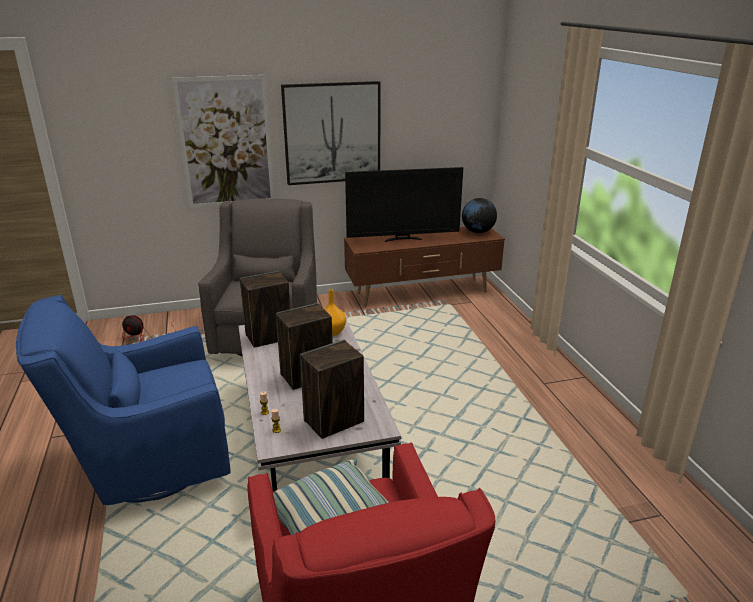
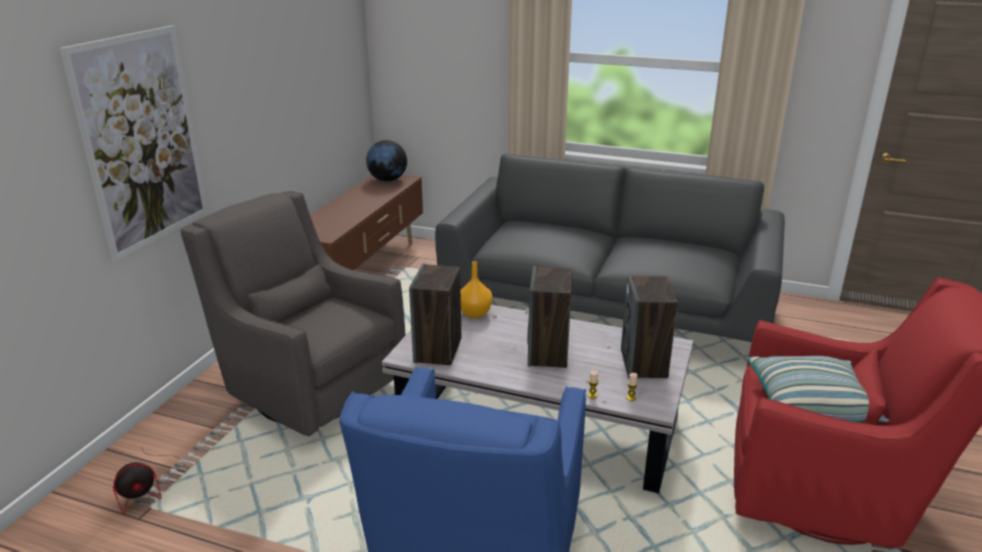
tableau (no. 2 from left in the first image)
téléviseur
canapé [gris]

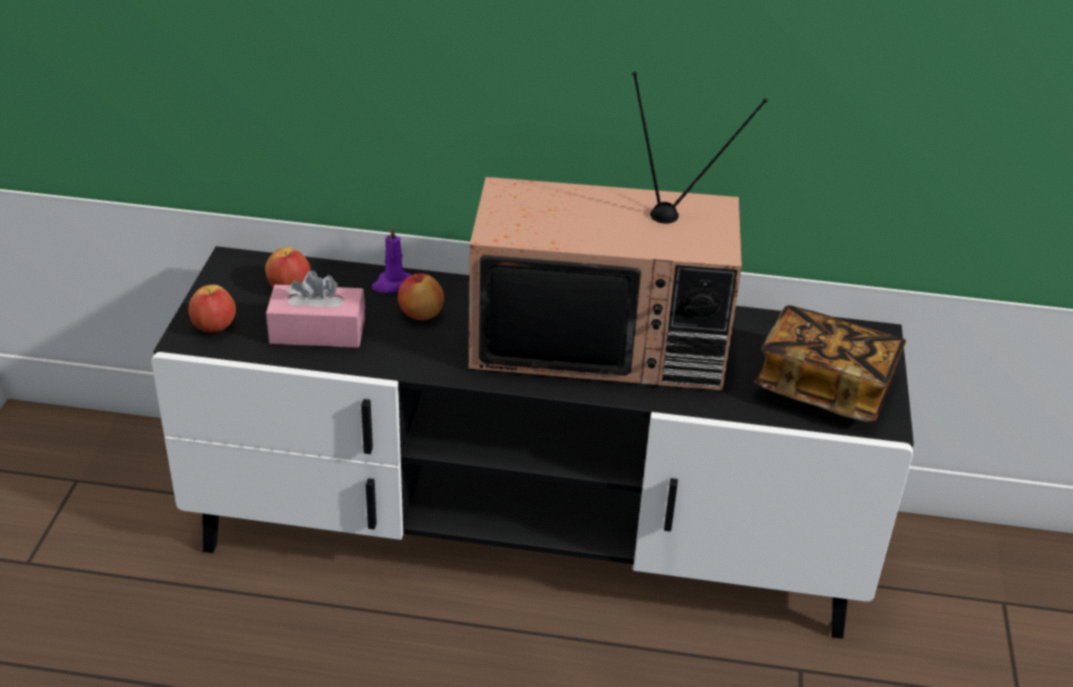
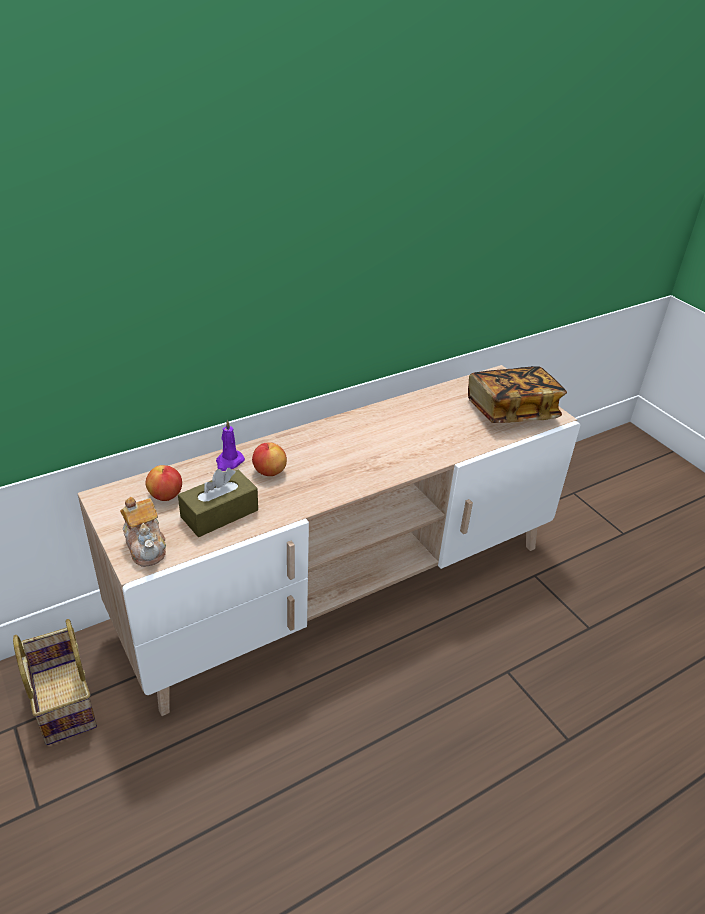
meuble télé [beige]
théière
boîte à mouchoirs [marron]
téléviseur
panier

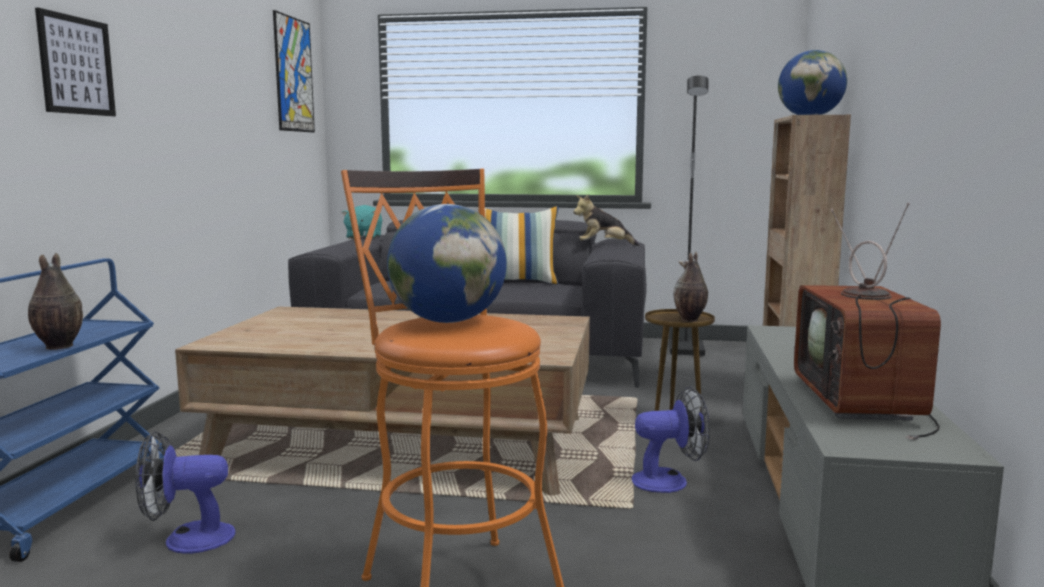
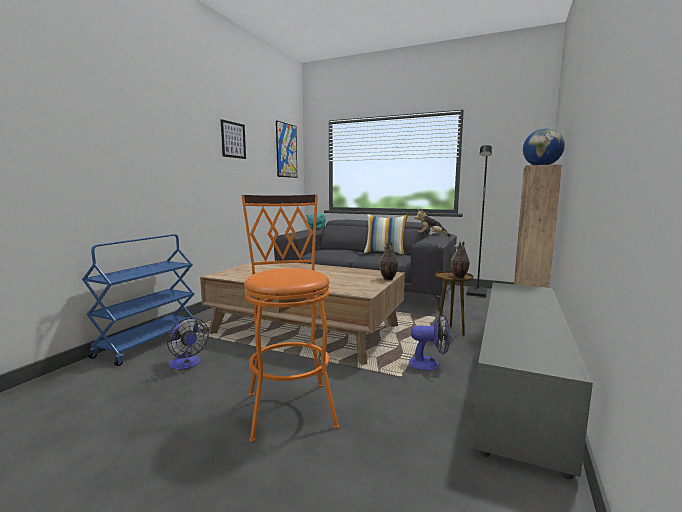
vase (no. 1 from left)
tableau (no. 1 from left)
ventilateur (no. 1 from left)
globe (no. 1 from left in the first image)
téléviseur

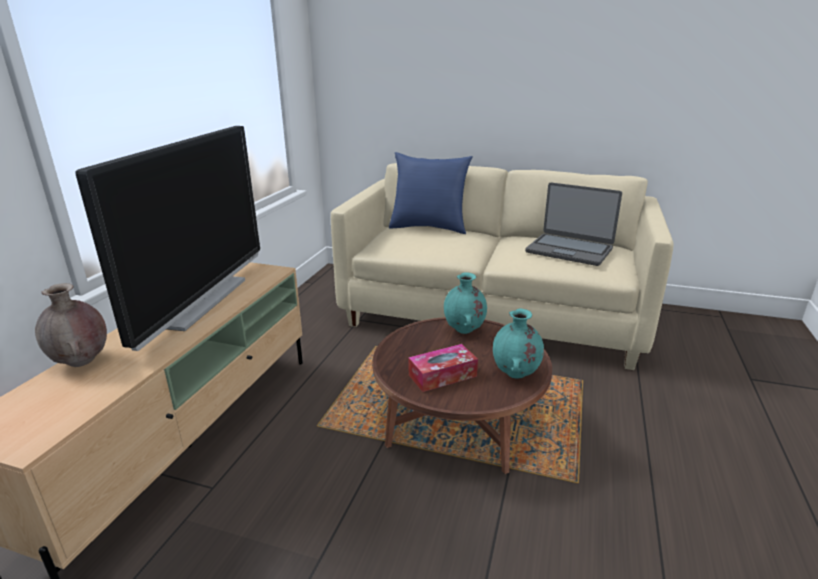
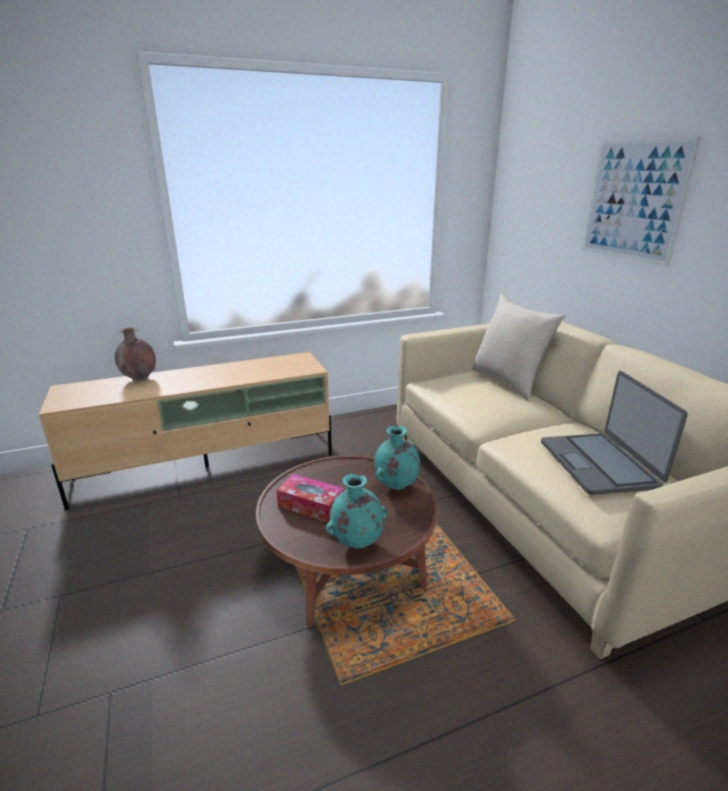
téléviseur
coussin [beige]
tableau

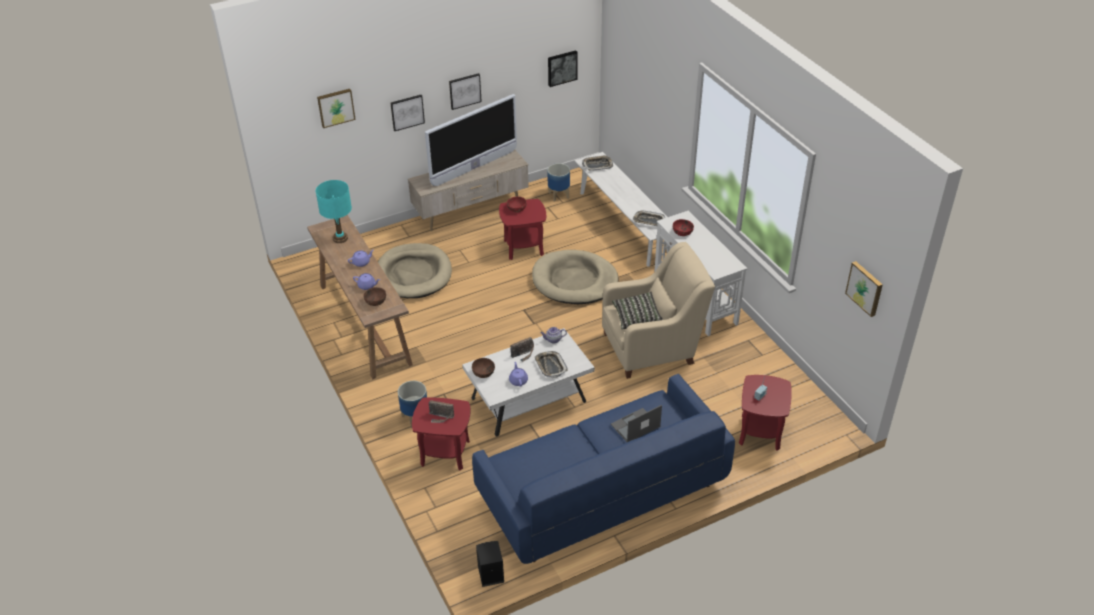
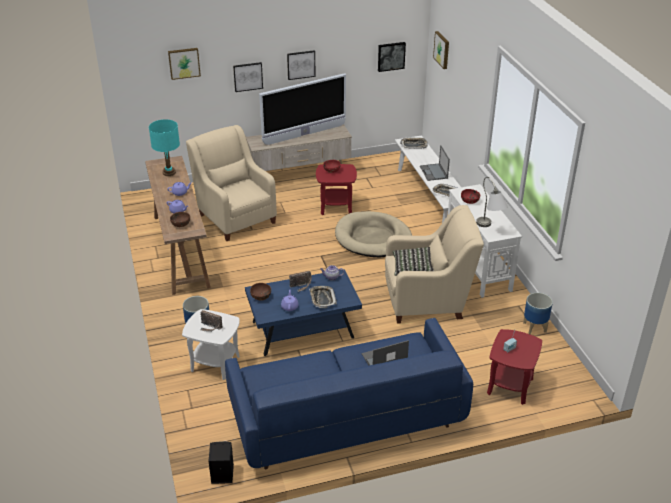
fauteuil [beige] (no. 1 from left)
table d'appoint [blanc]
table basse [bleu]
cache-pot (no. 2 from left)
tableau (no. 5 from left)
ordinateur portable (no. 2 from left)
lampe de table [gris]

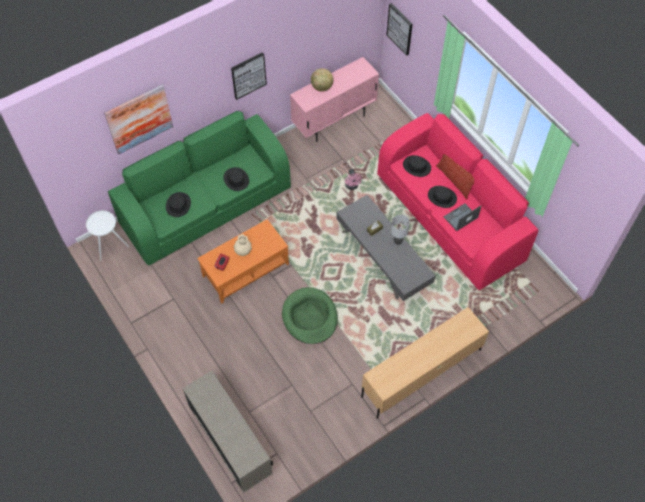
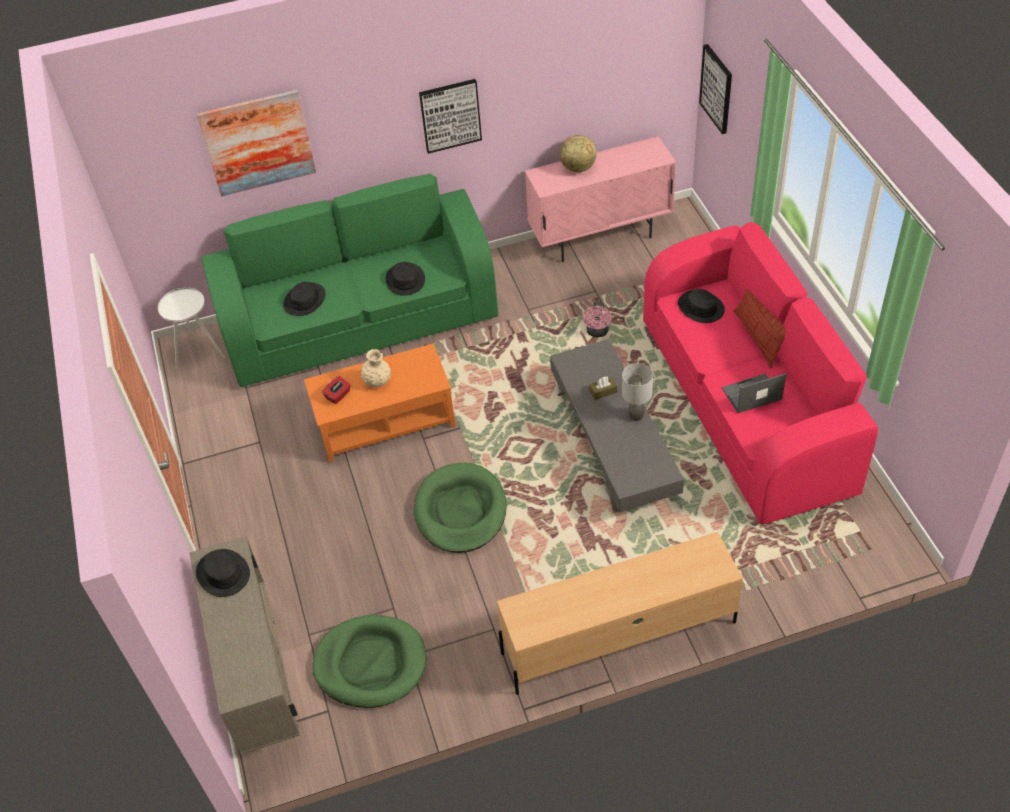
chapeau [noir] (no. 1 from left)
panier pour chien [vert] (no. 1 from left)

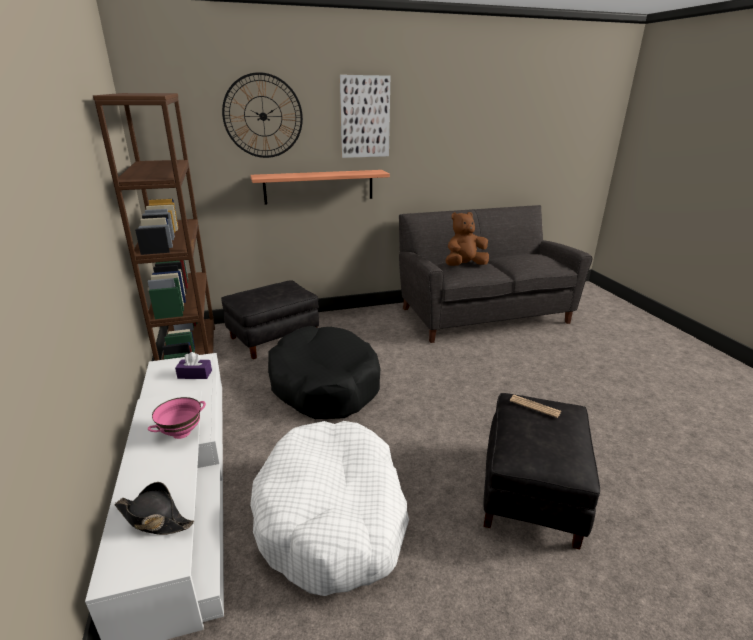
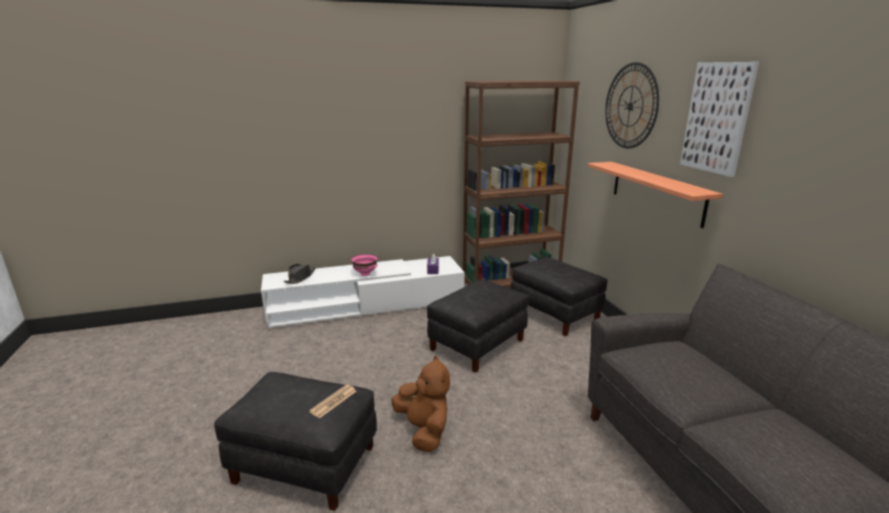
panier pour chien [blanc]
pouf [noir] (no. 2 from left)
peluche [marron]

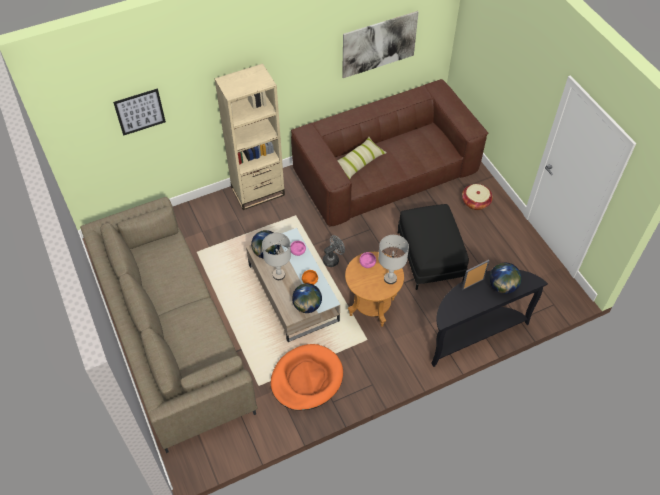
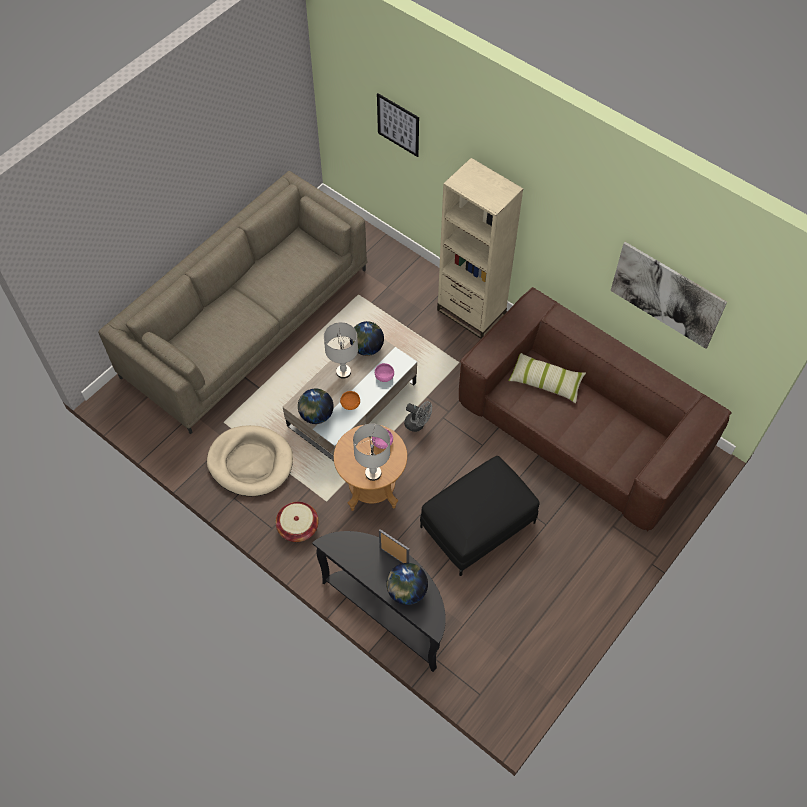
panier pour chien [beige]
panier

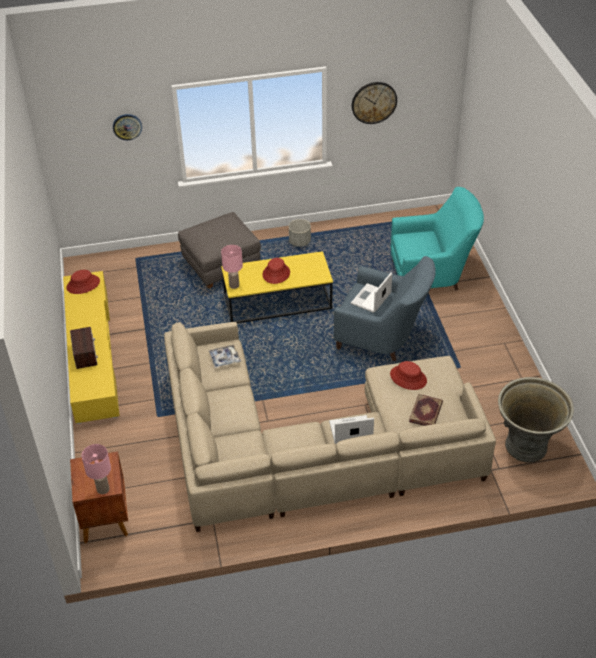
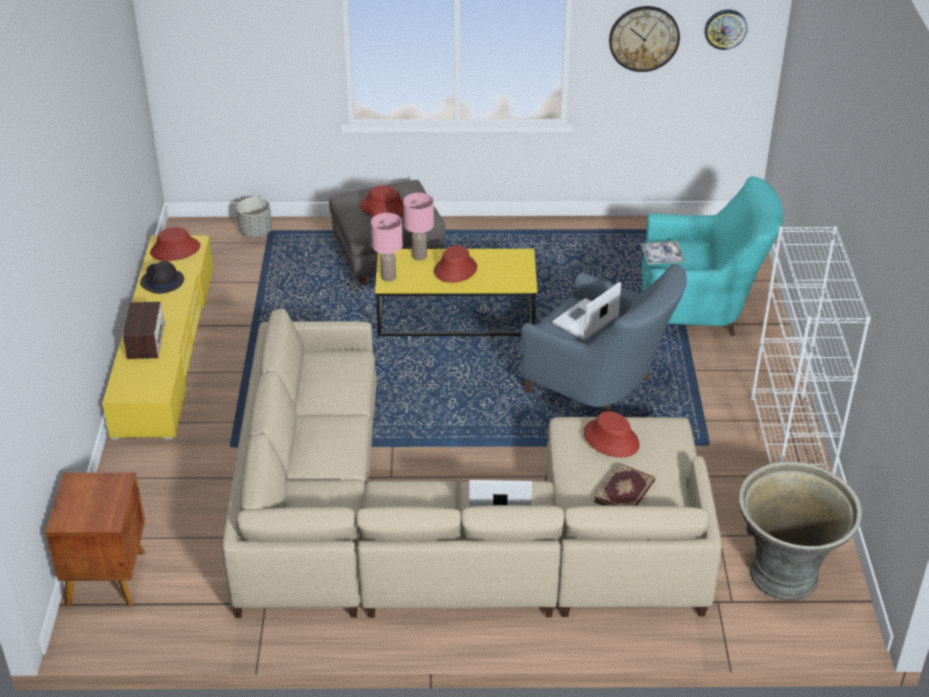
lampe de table [rose] (no. 2 from left)
horloge murale (no. 2 from left)
plateau
cache-pot [gris] (no. 1 from left)
chapeau [noir]
chapeau [rouge] (no. 2 from left)
bibliothèque [blanc]

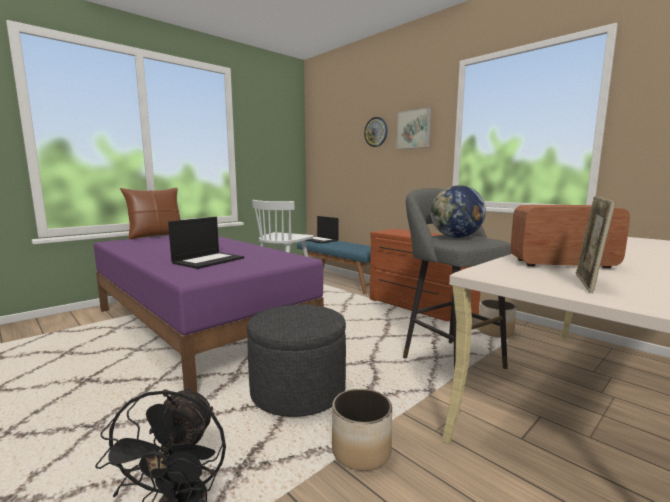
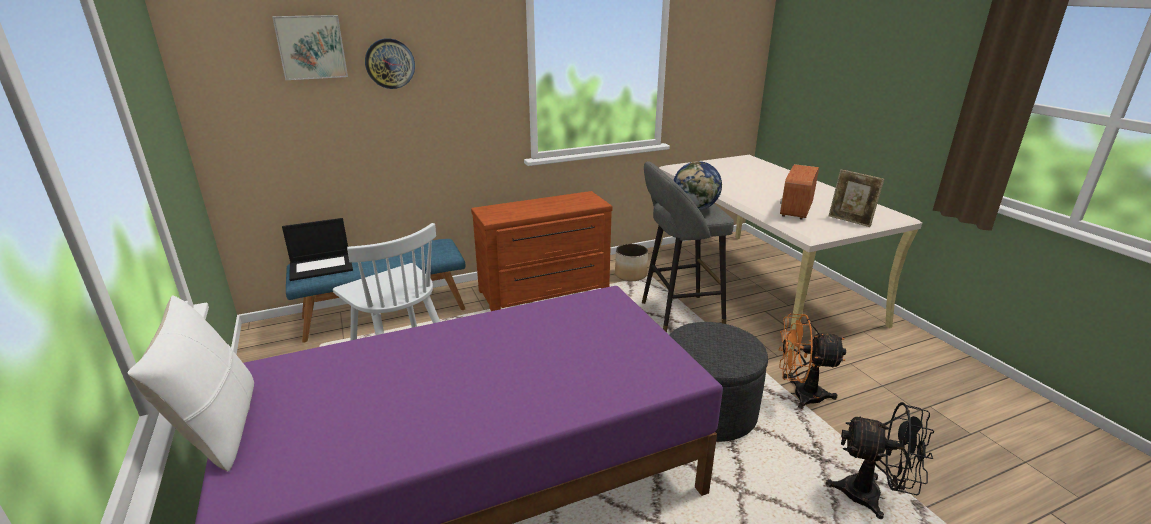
coussin [blanc]
ordinateur portable (no. 1 from left in the first image)
ventilateur [orange]
tableau

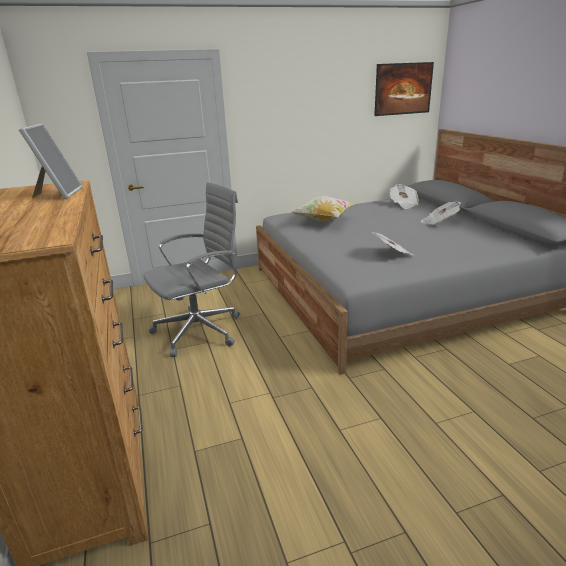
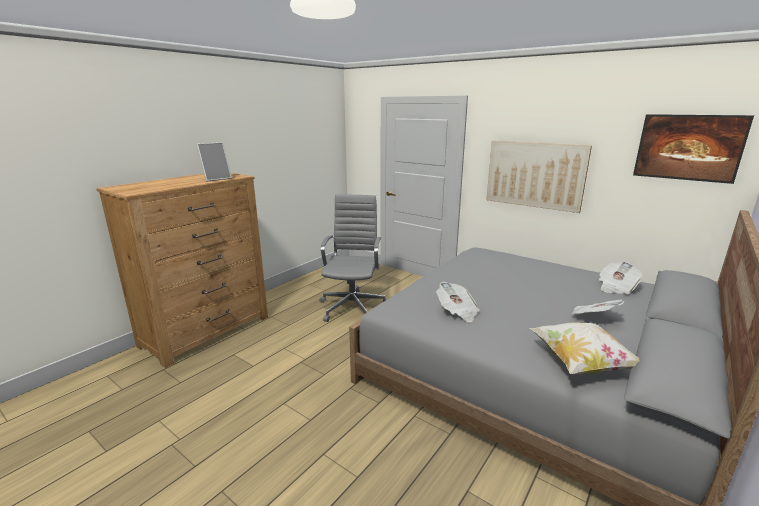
chaise de bureau [gris]
coussin
tableau (no. 1 from left)

